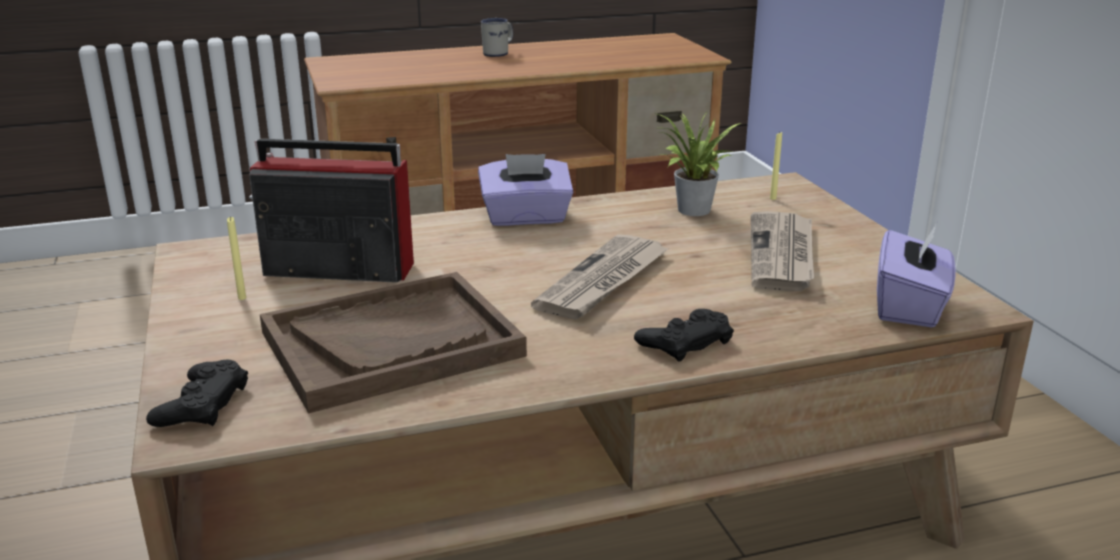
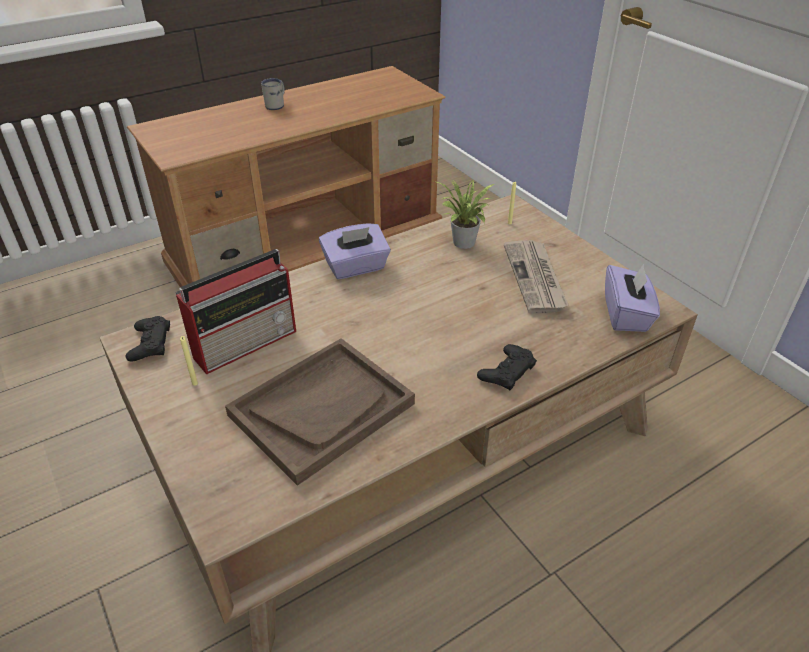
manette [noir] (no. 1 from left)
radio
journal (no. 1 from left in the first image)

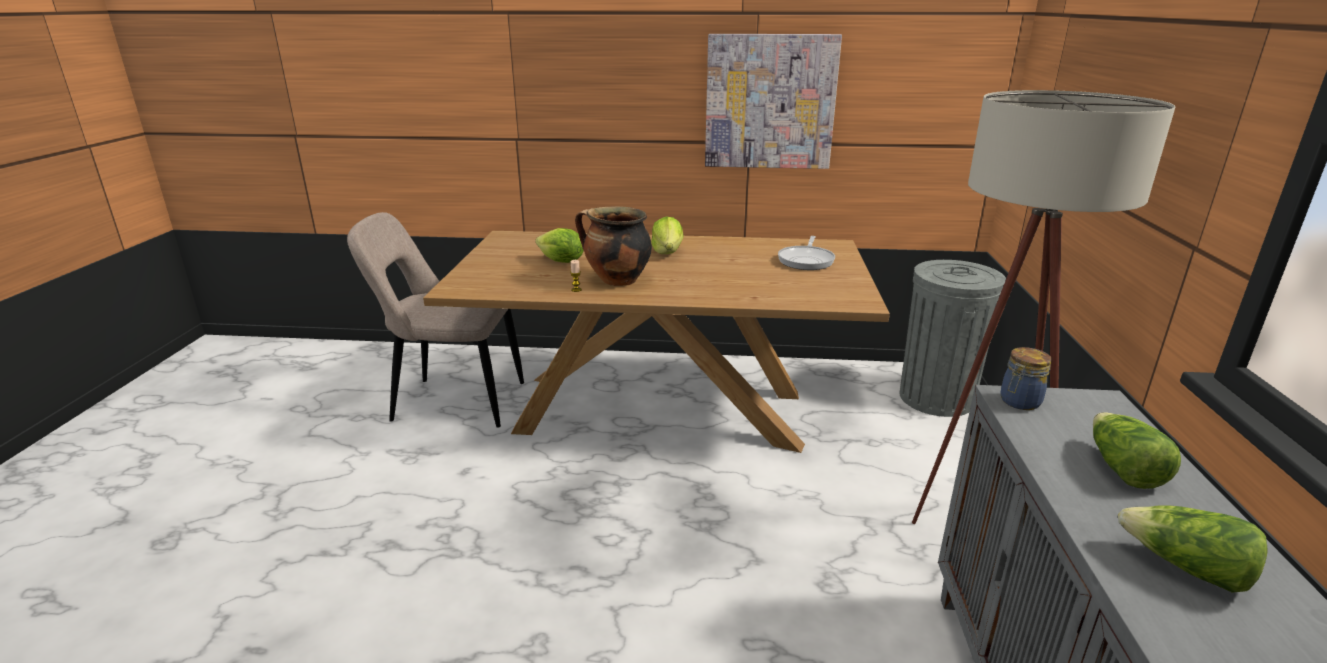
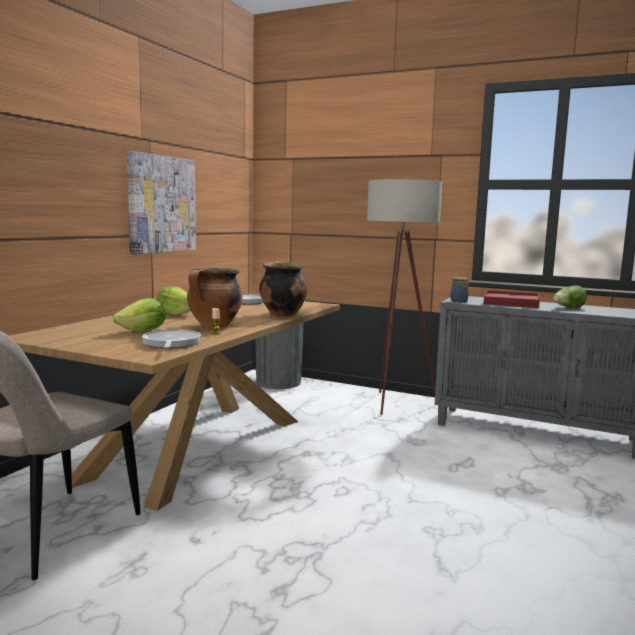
plateau [rouge]
poêle (no. 1 from left)
marmite (no. 2 from left)

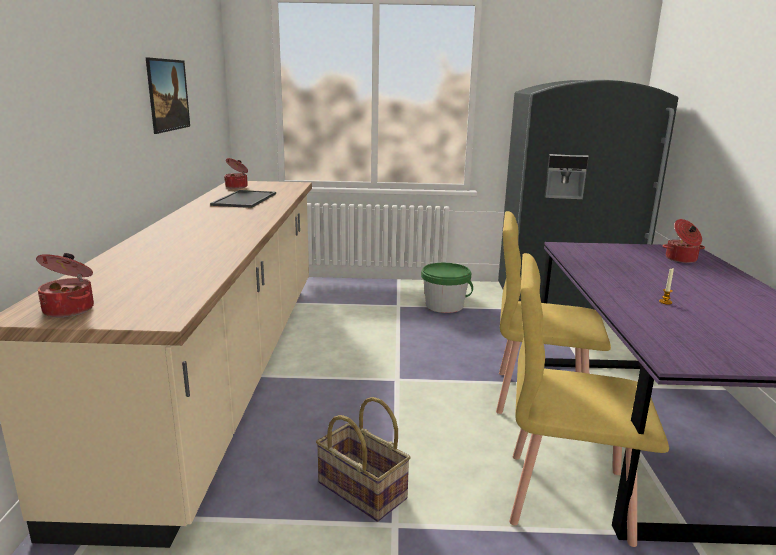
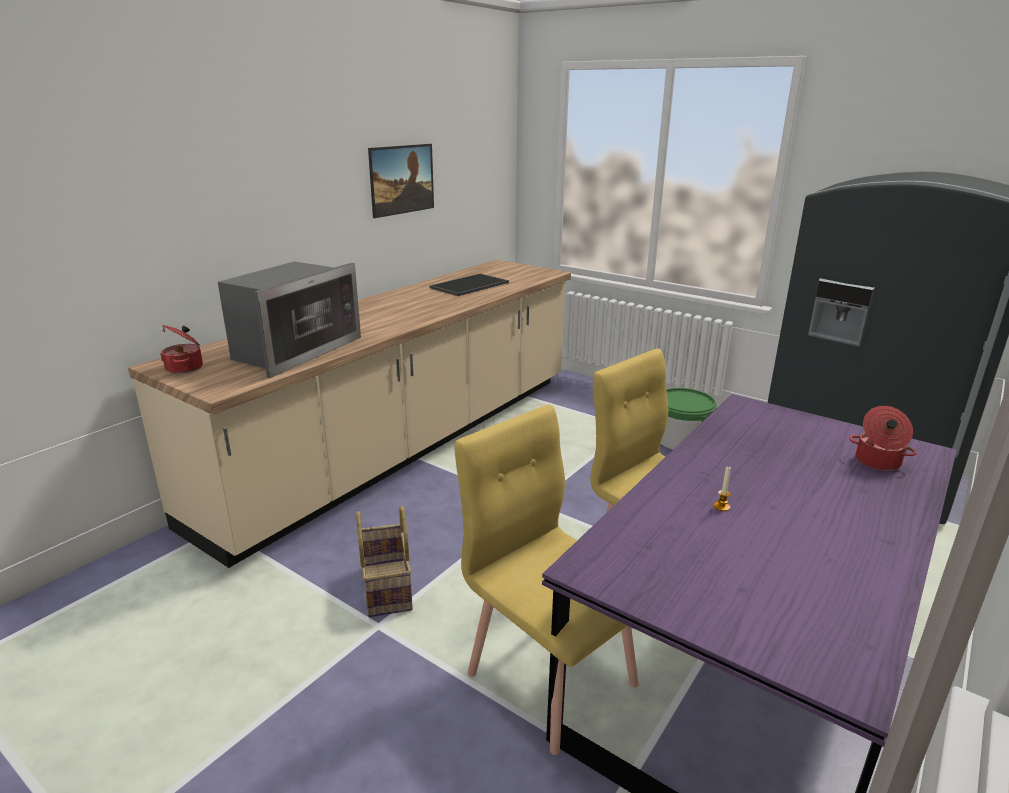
marmite (no. 2 from left in the first image)
micro-ondes

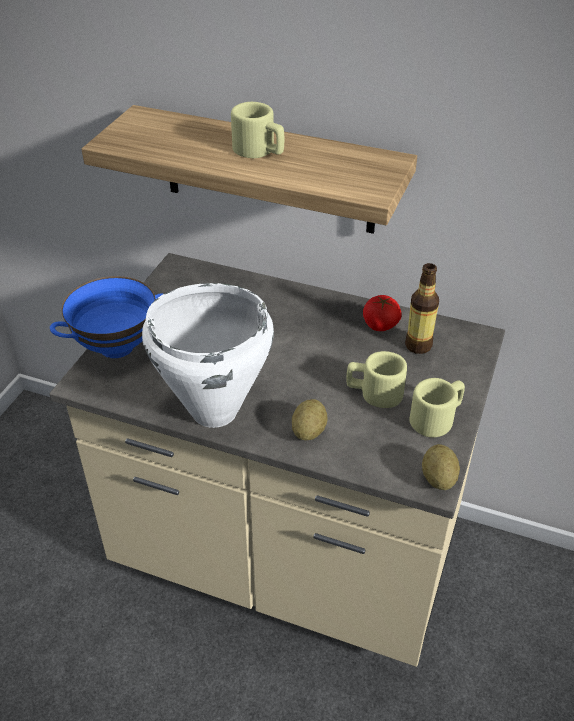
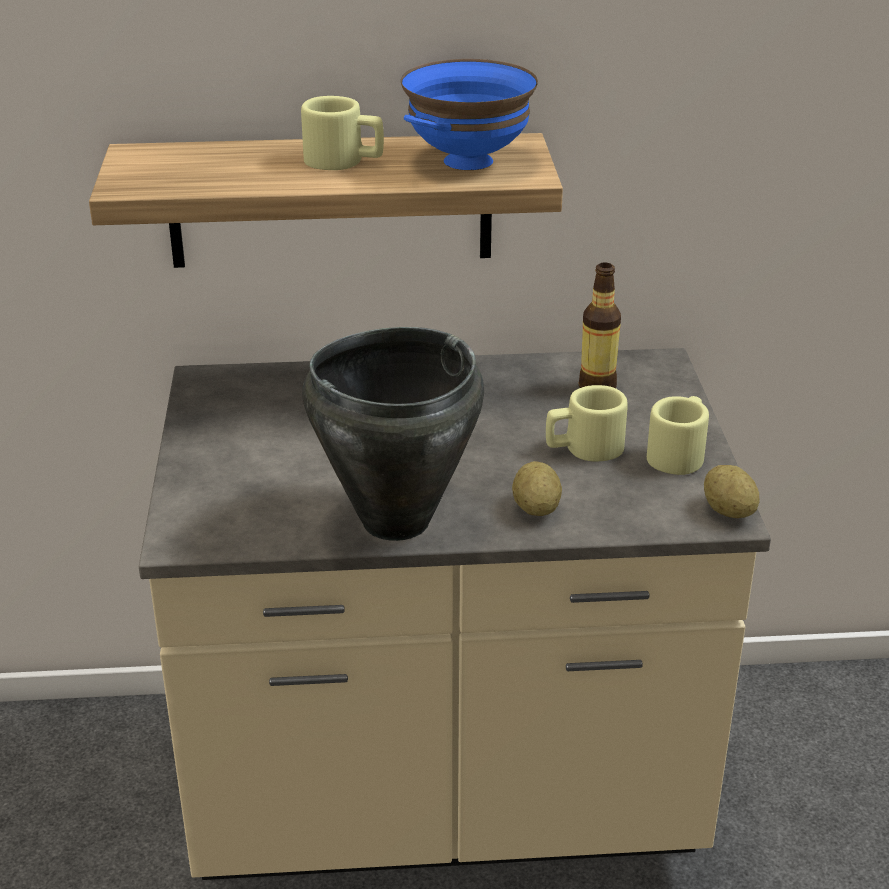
bol [bleu]
marmite [noir]
tomate

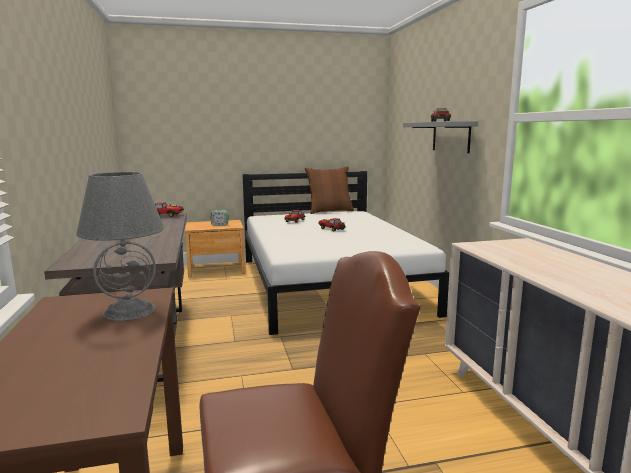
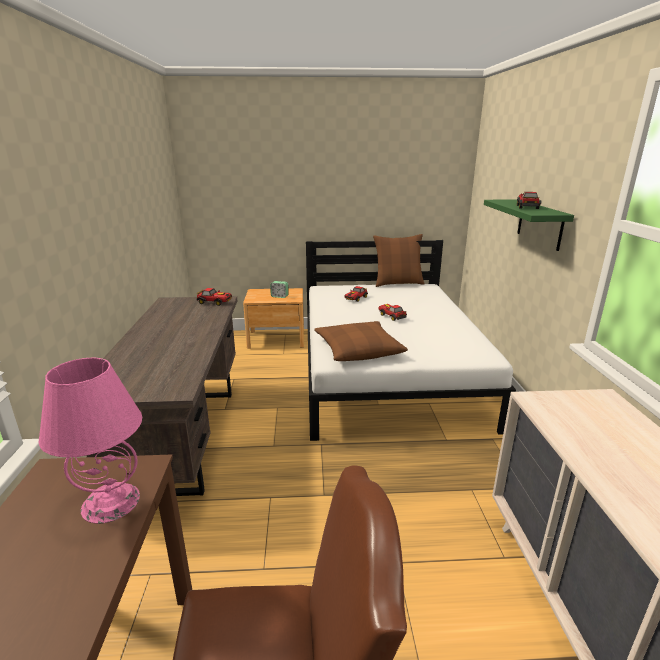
lampe de table [rose]
étagère [vert]
coussin [marron] (no. 1 from left)

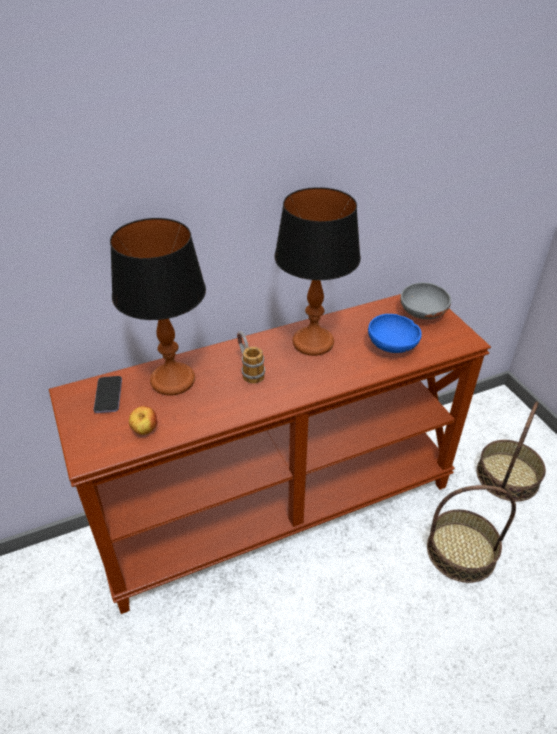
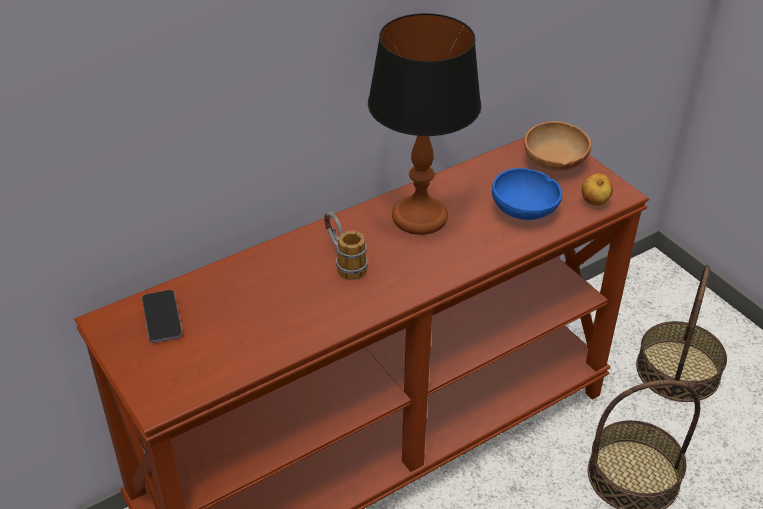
lampe de table (no. 1 from left in the first image)
pomme
bol [marron]

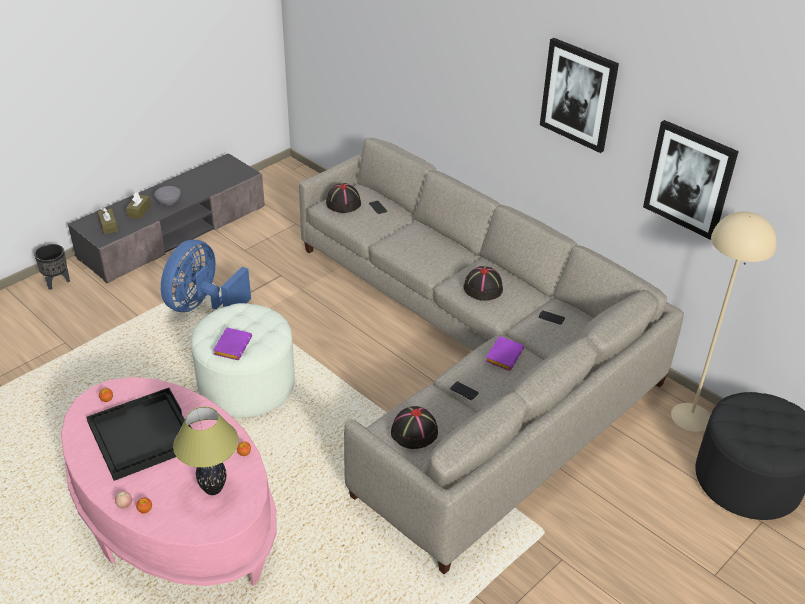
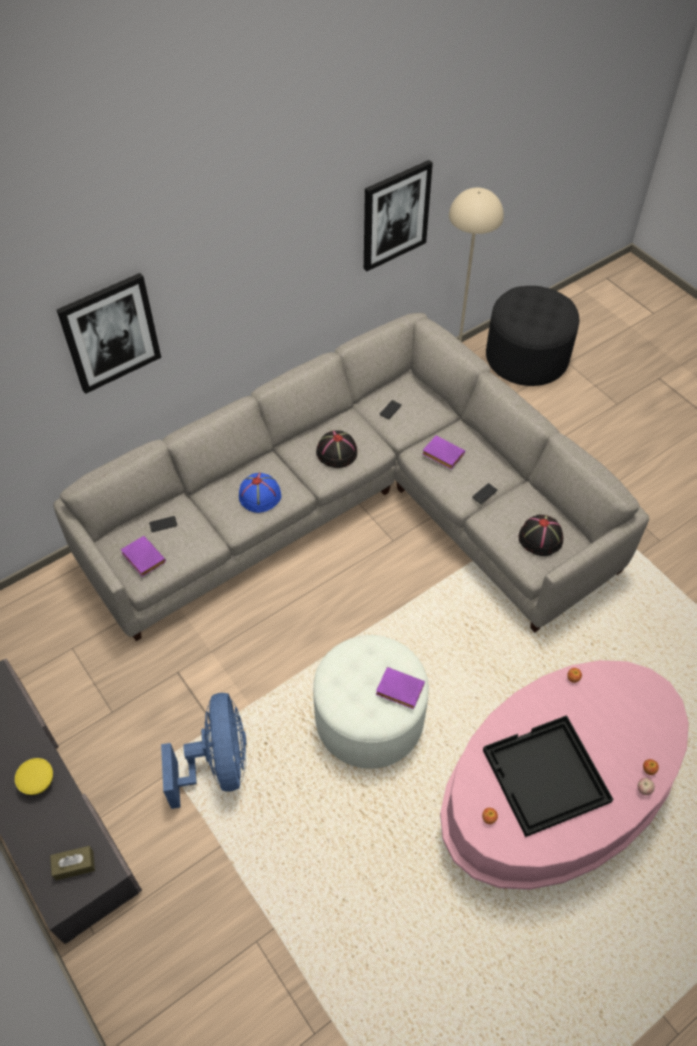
cache-pot [noir]
boîte à mouchoirs [marron] (no. 2 from left in the first image)
bol [jaune]
ventilateur [bleu]
lampe de table
livre [violet] (no. 1 from left)
tableau (no. 1 from left)
chapeau [bleu]

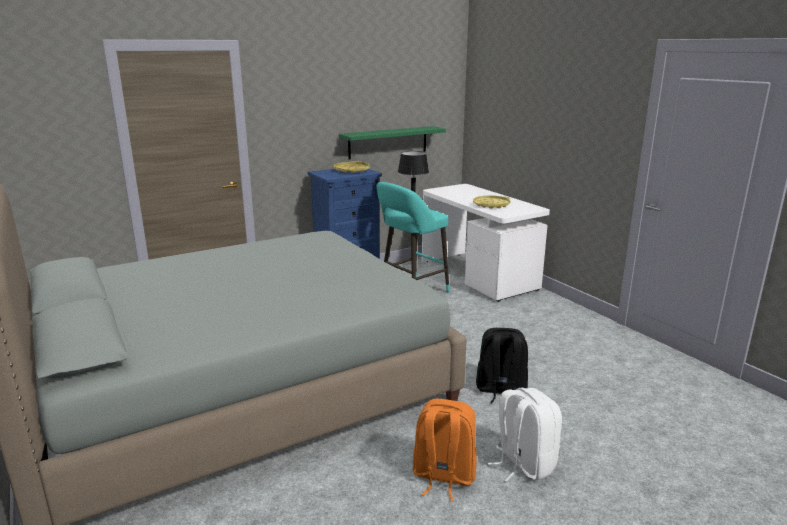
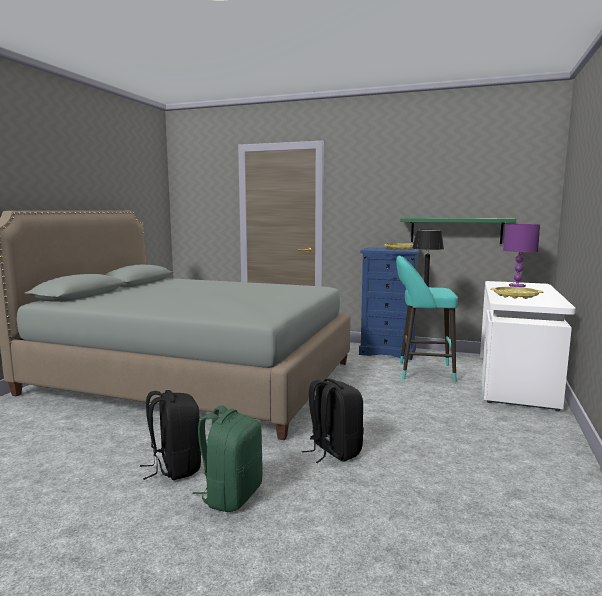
sac à dos [noir] (no. 1 from left)
sac à dos [vert]
lampe de table [violet]

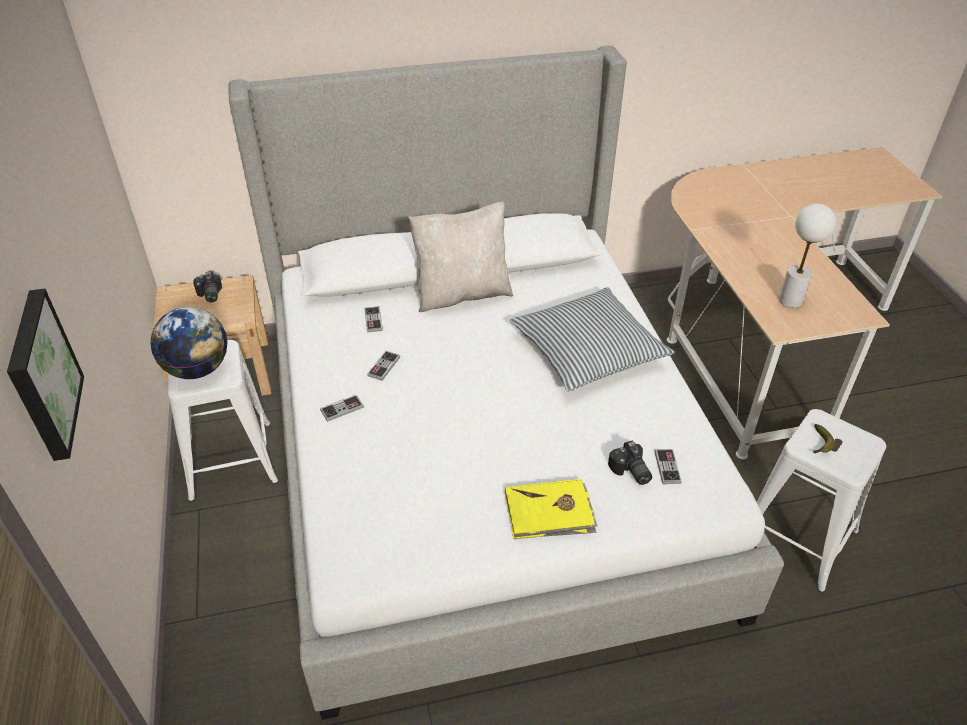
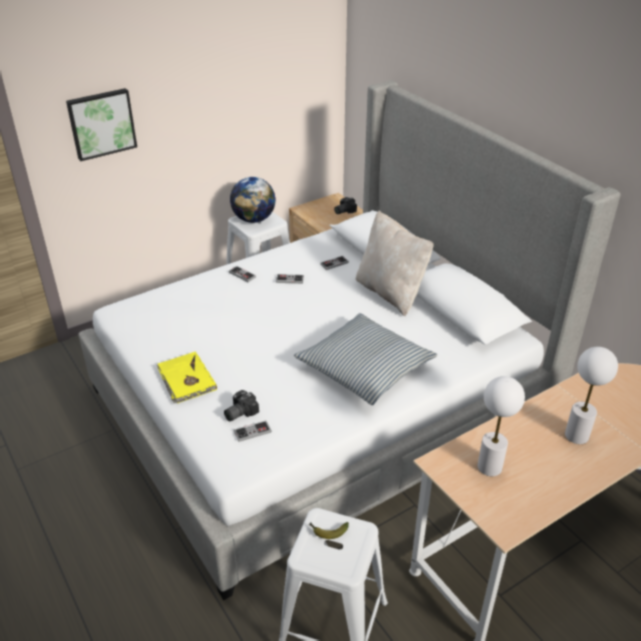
lampe de table [blanc] (no. 2 from left)

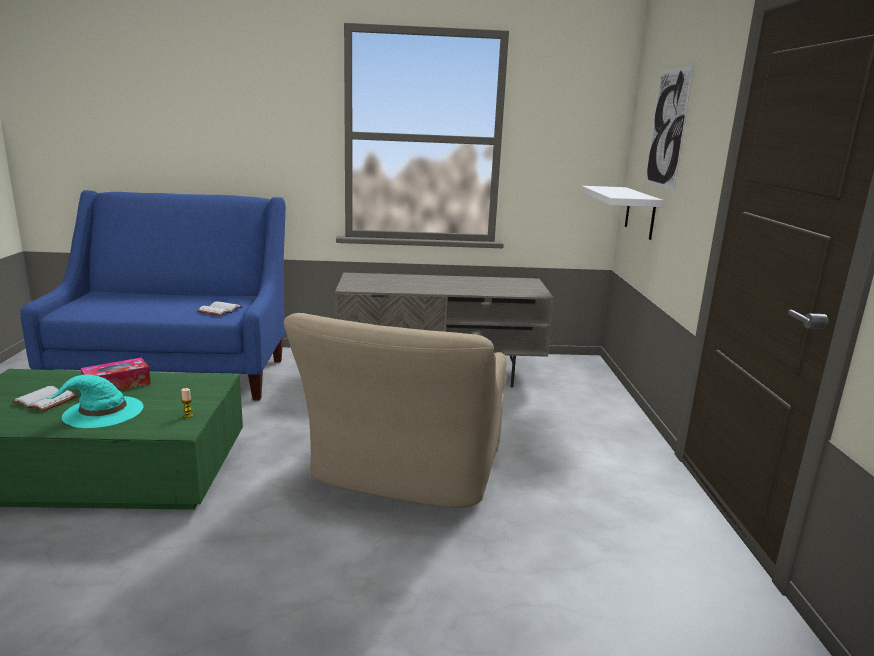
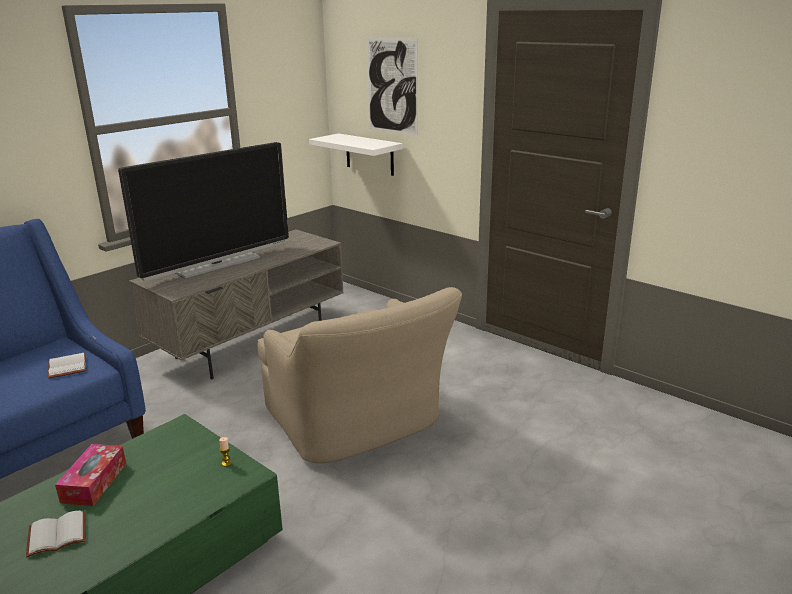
chapeau [turquoise]
téléviseur

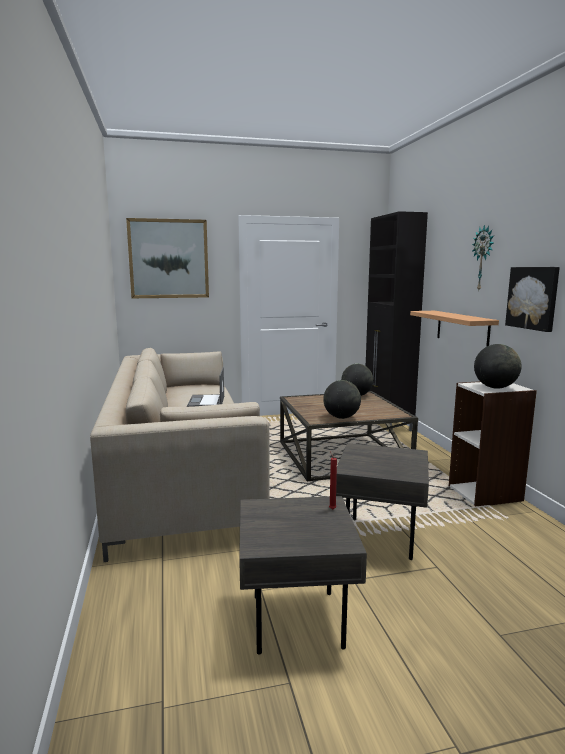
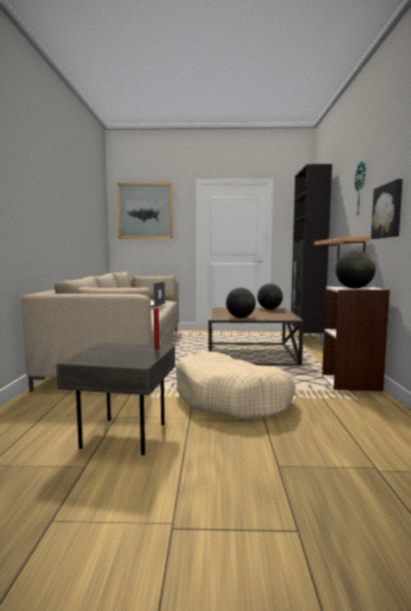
panier pour chien [beige]

